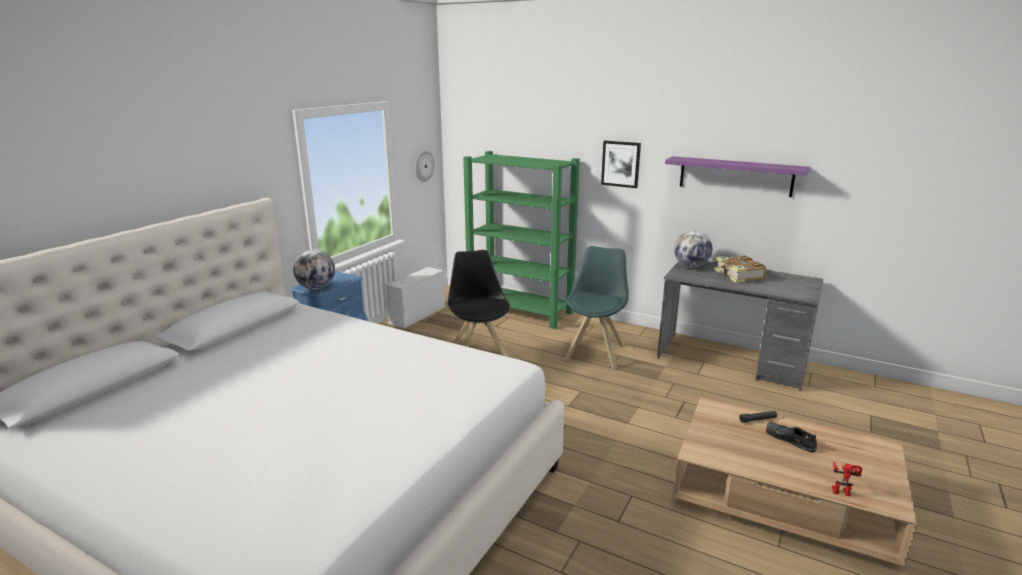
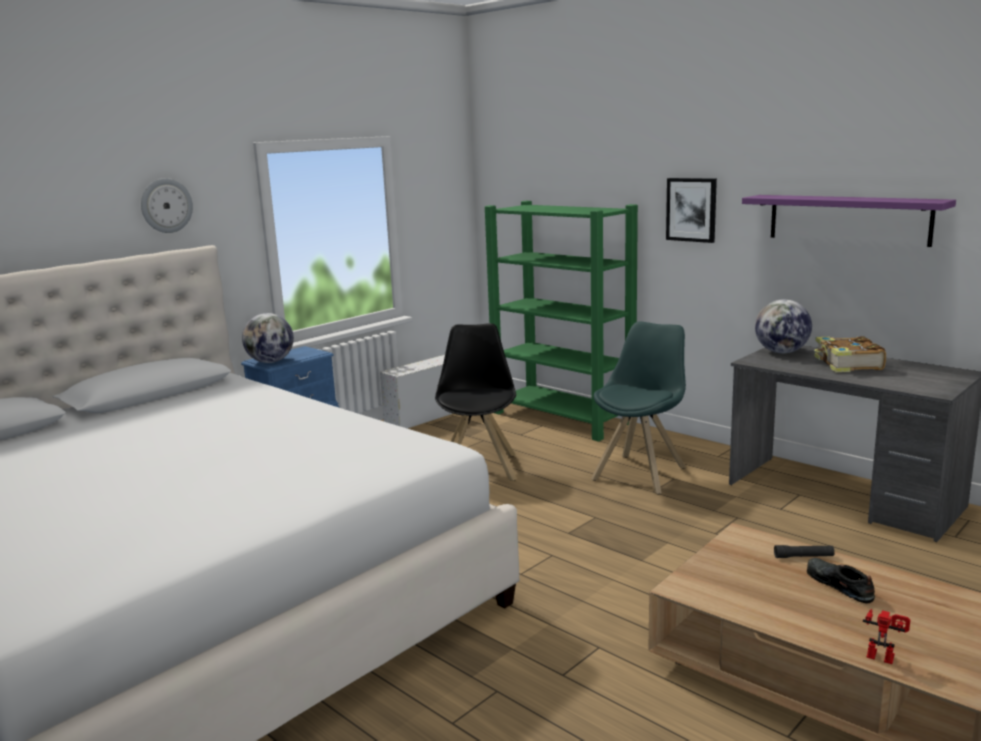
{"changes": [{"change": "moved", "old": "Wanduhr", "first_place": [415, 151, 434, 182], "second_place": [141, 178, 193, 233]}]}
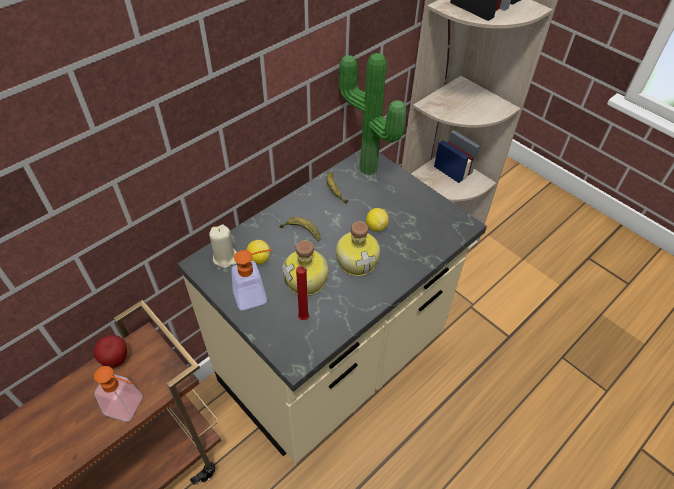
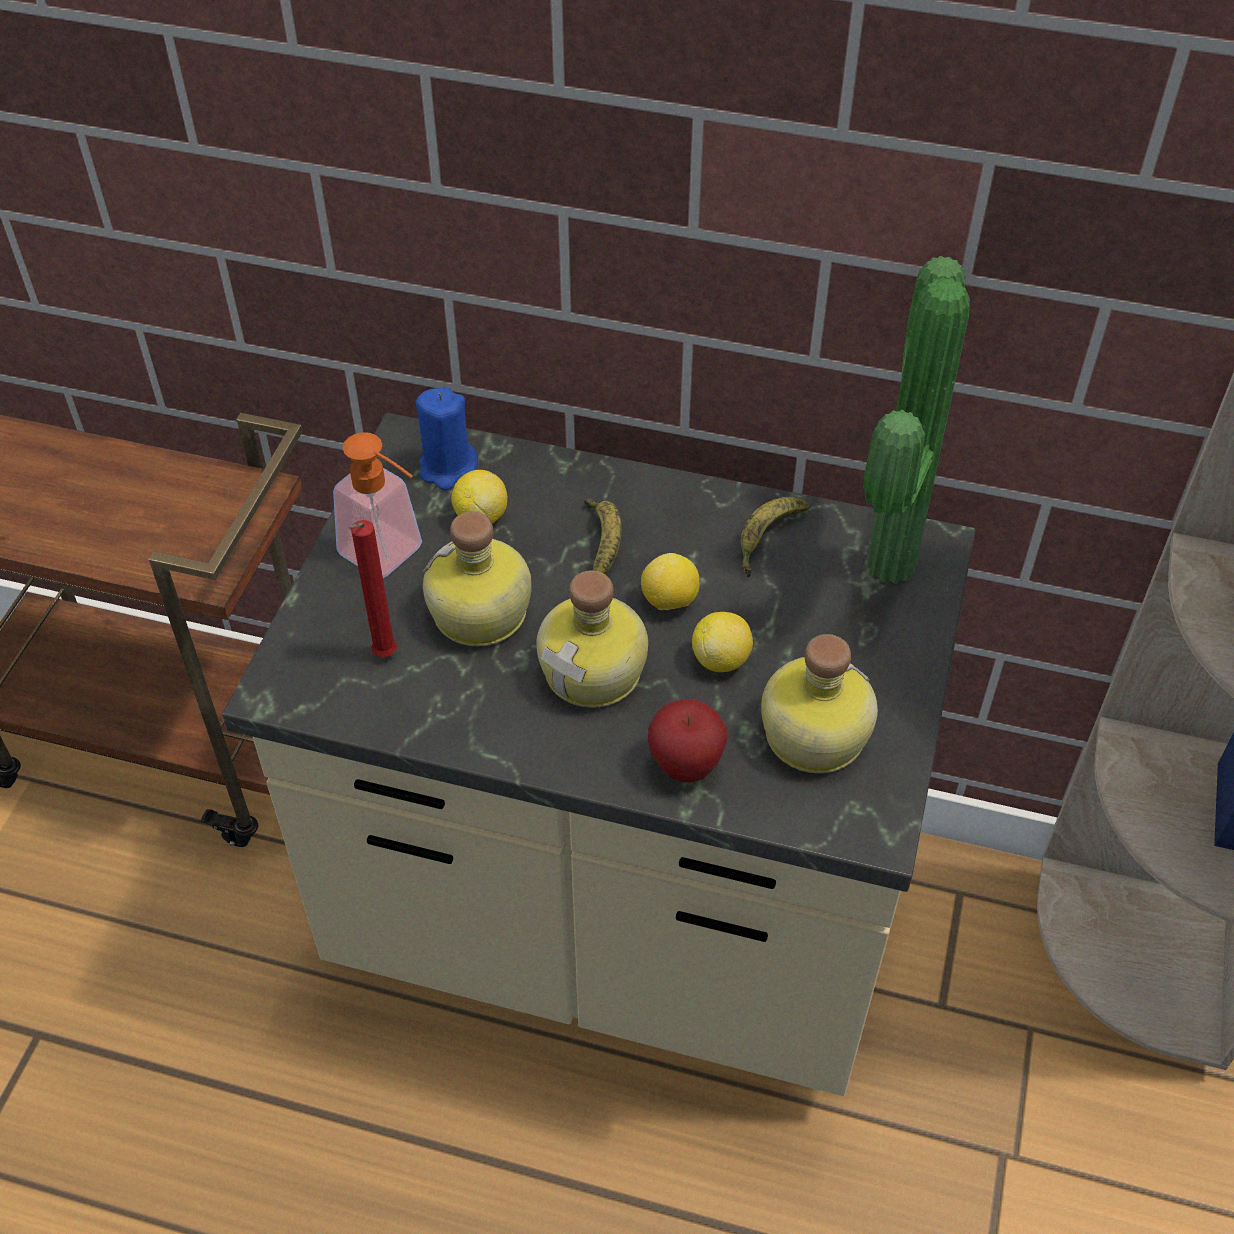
{"changes": [{"change": "recoloured", "old": "Kerze/beige", "new": "Kerze/blau", "first_place": [209, 225, 237, 268], "second_place": [416, 387, 478, 490]}, {"change": "moved", "old": "Apfel", "first_place": [94, 335, 127, 368], "second_place": [648, 699, 727, 783]}, {"change": "removed", "old": "Seifenspender", "first_place": [94, 366, 142, 421]}, {"change": "added", "new": "Zitrone", "second_place": [641, 553, 700, 610]}, {"change": "added", "new": "Flasche", "second_place": [761, 634, 878, 773]}]}
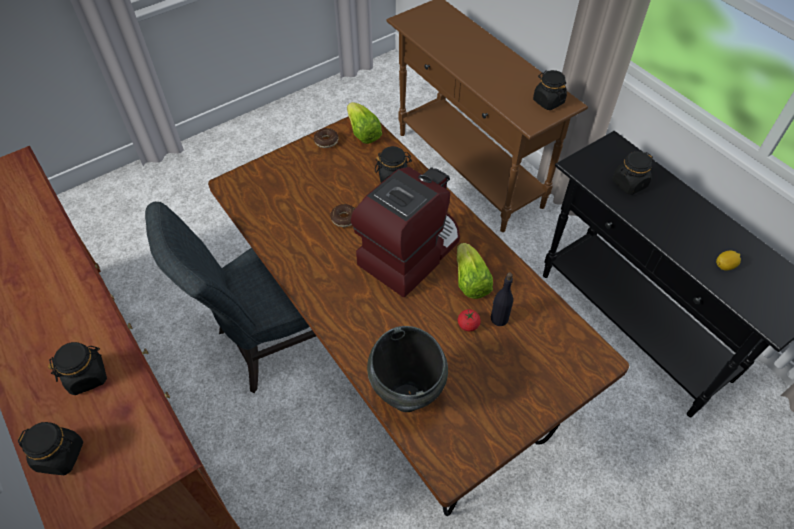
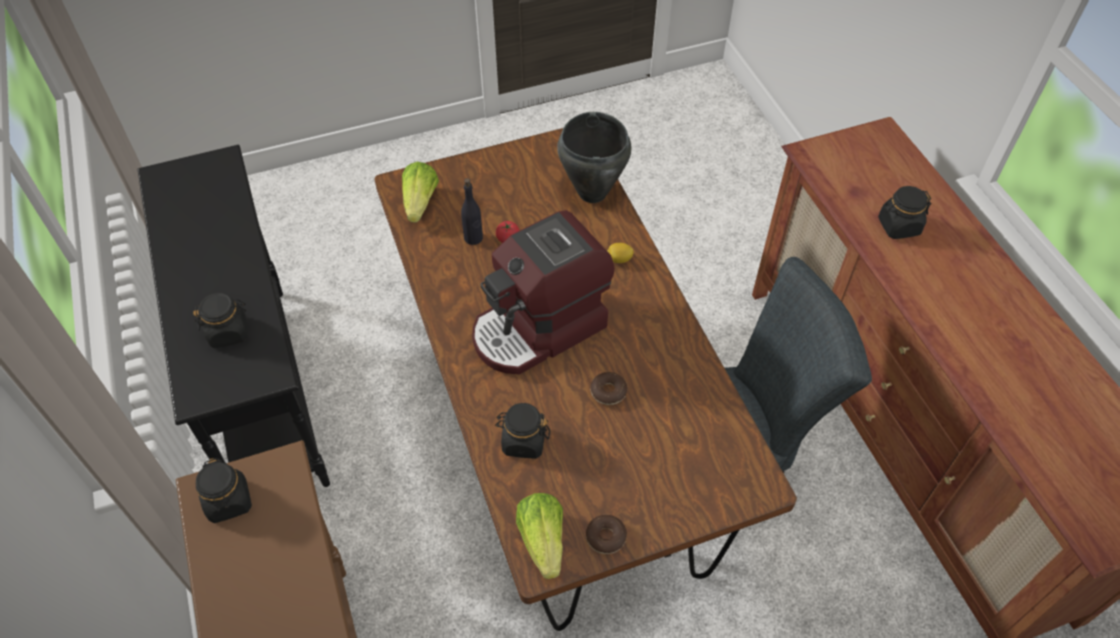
{"changes": [{"change": "moved", "old": "Salatkopf", "first_place": [457, 243, 493, 299], "second_place": [402, 162, 439, 222]}, {"change": "moved", "old": "Zitrone", "first_place": [716, 250, 741, 271], "second_place": [607, 243, 634, 263]}, {"change": "removed", "old": "Vorratsglas/schwarz", "first_place": [18, 422, 83, 475]}]}
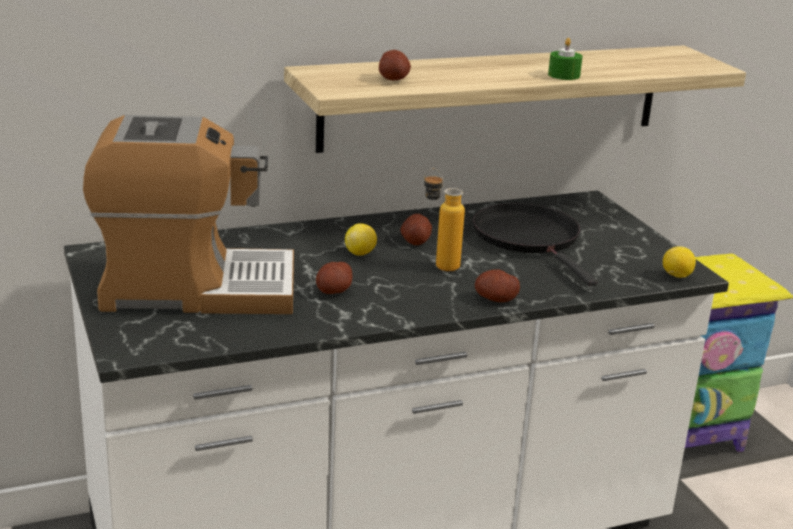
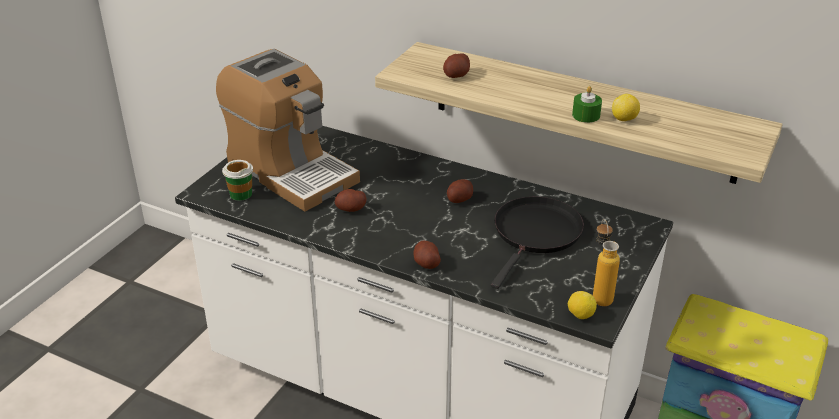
{"changes": [{"change": "moved", "old": "Flasche", "first_place": [424, 169, 465, 271], "second_place": [593, 219, 620, 306]}, {"change": "moved", "old": "Zitrone", "first_place": [345, 223, 377, 256], "second_place": [612, 94, 640, 121]}, {"change": "added", "new": "Tasse", "second_place": [222, 160, 253, 201]}]}
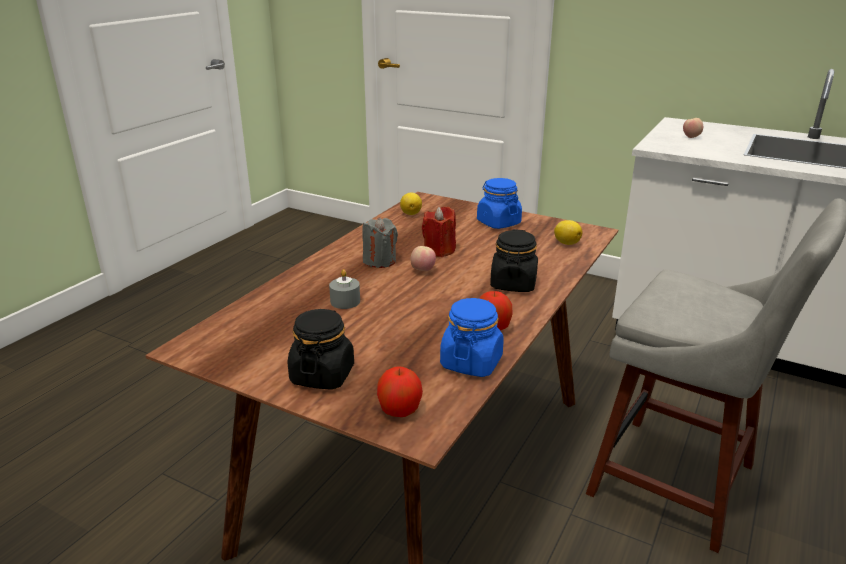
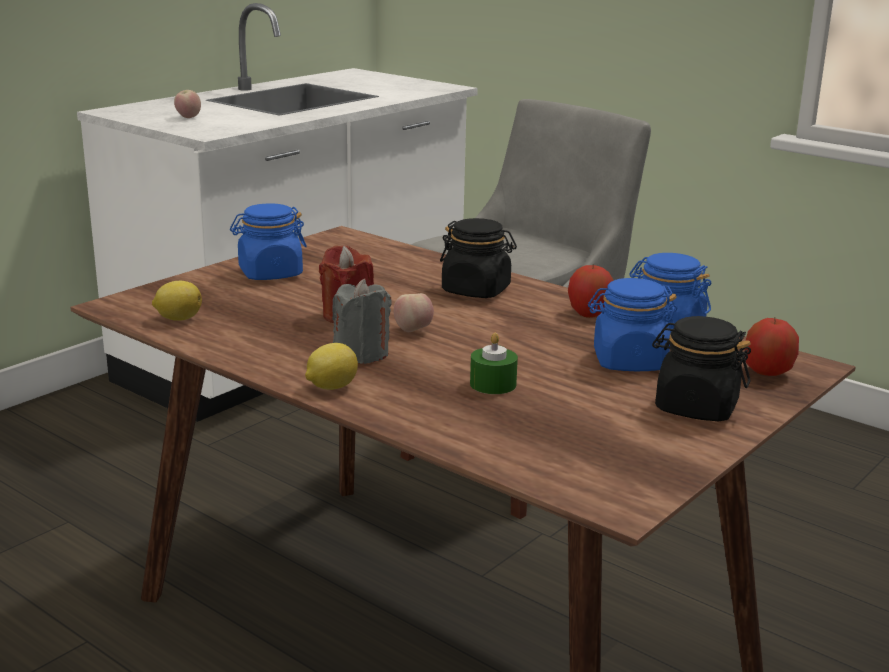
{"changes": [{"change": "moved", "old": "Zitrone", "first_place": [554, 220, 582, 245], "second_place": [305, 343, 358, 390]}, {"change": "recoloured", "old": "Kerze/grau", "new": "Kerze/grün", "first_place": [329, 269, 360, 309], "second_place": [470, 333, 518, 394]}, {"change": "added", "new": "Vorratsglas/blau", "second_place": [588, 278, 677, 371]}]}
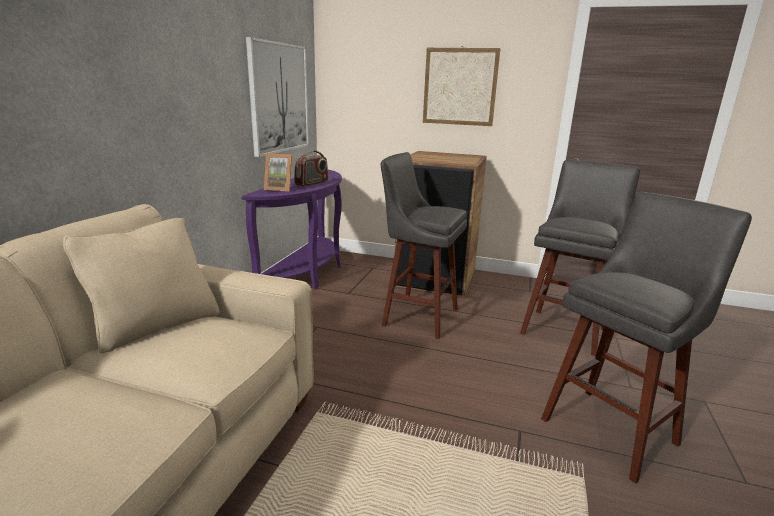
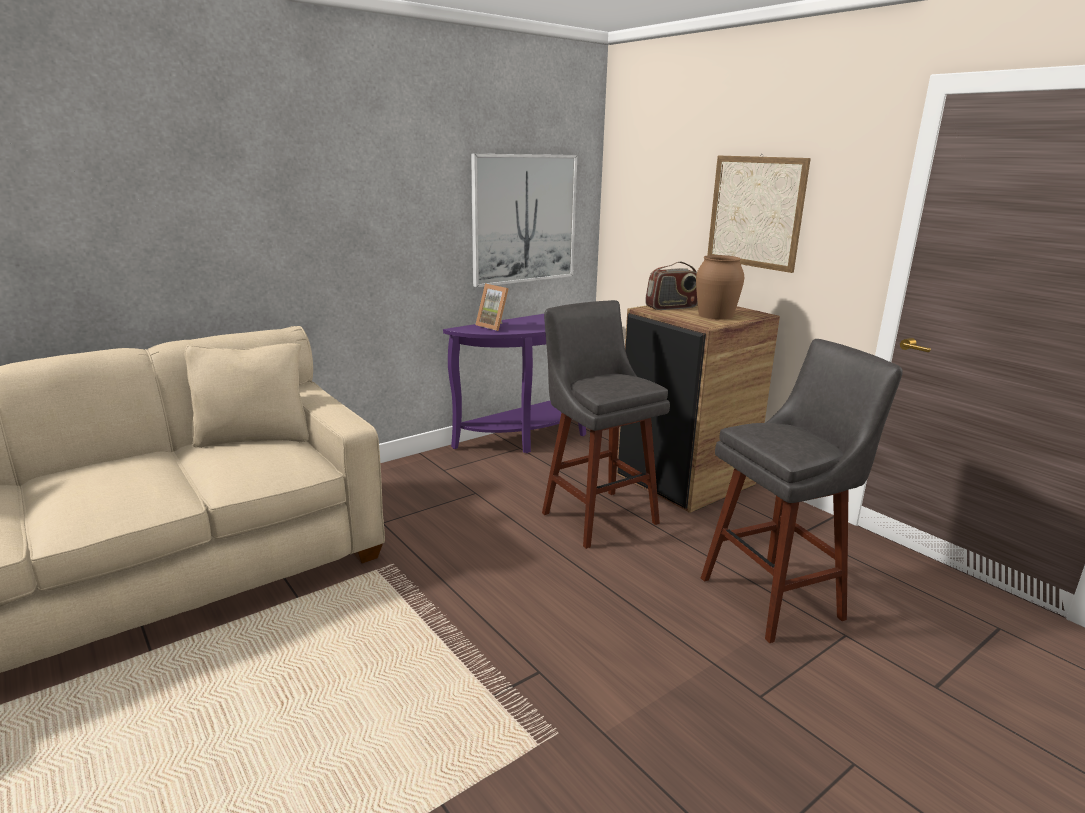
{"changes": [{"change": "moved", "old": "Radio", "first_place": [294, 150, 328, 187], "second_place": [645, 262, 698, 310]}, {"change": "removed", "old": "Hocker/grau", "first_place": [541, 192, 752, 484]}, {"change": "added", "new": "Vase/braun", "second_place": [696, 255, 744, 319]}]}
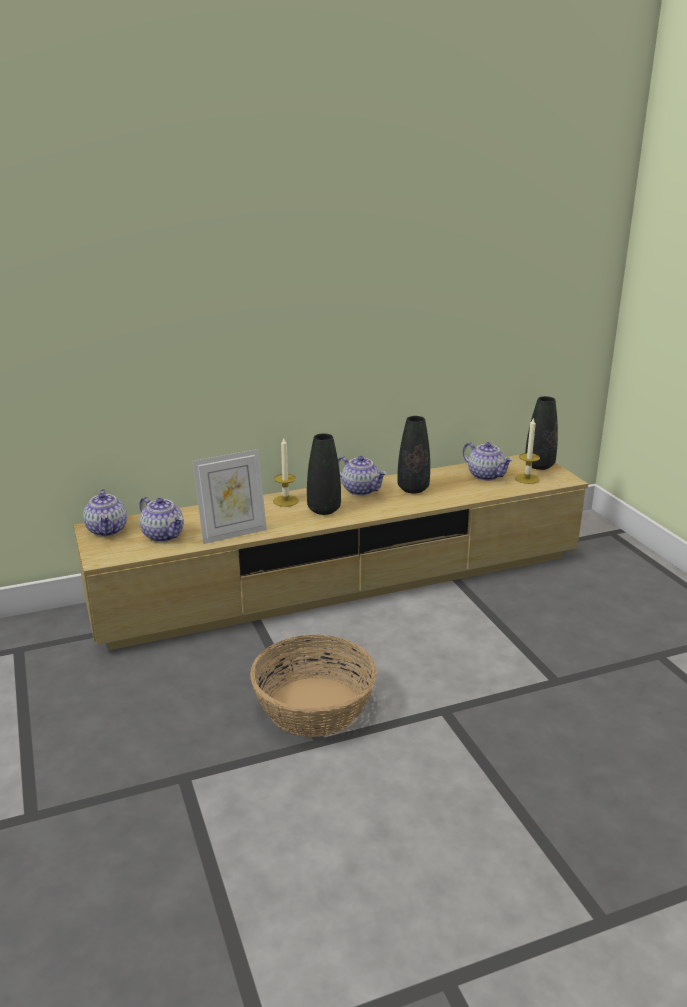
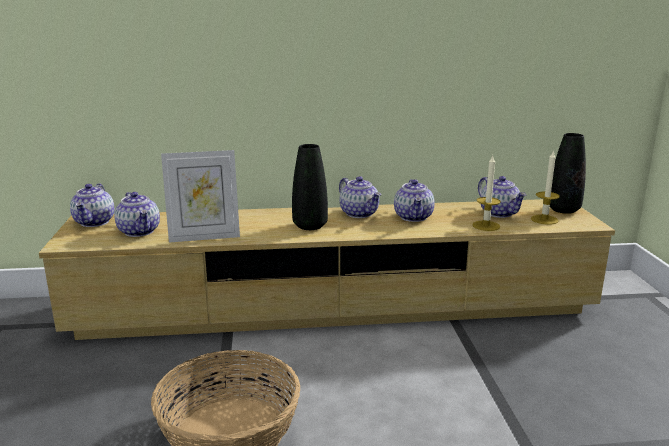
{"changes": [{"change": "replaced", "old": "Vase/schwarz", "new": "Teekanne", "first_place": [397, 416, 430, 494], "second_place": [394, 179, 435, 222]}, {"change": "moved", "old": "Kerze", "first_place": [273, 438, 299, 507], "second_place": [472, 156, 501, 231]}]}
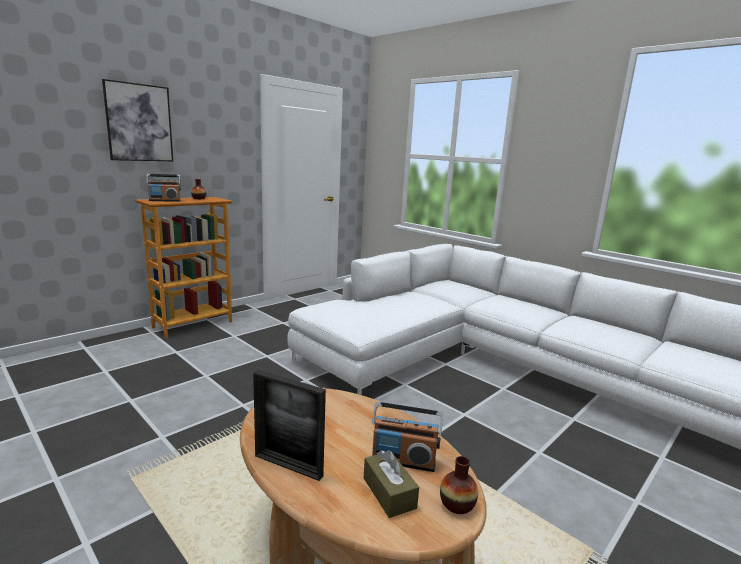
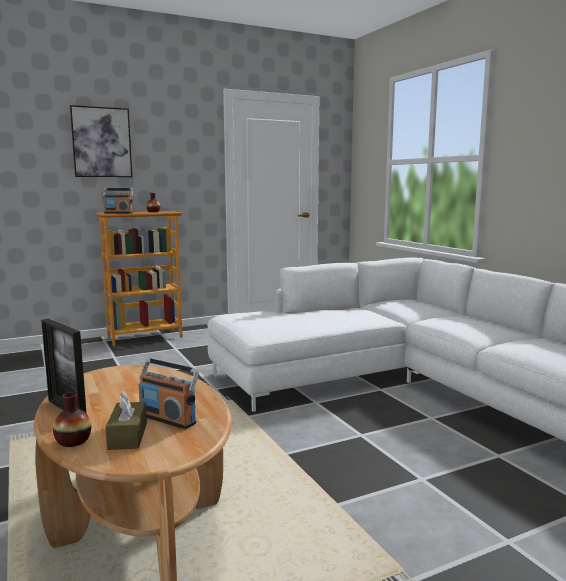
{"changes": [{"change": "moved", "old": "Vase", "first_place": [440, 456, 478, 514], "second_place": [53, 392, 91, 447]}]}
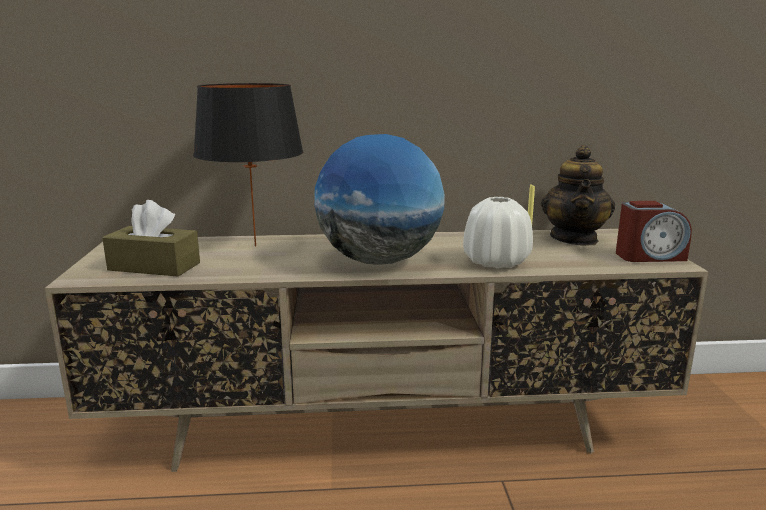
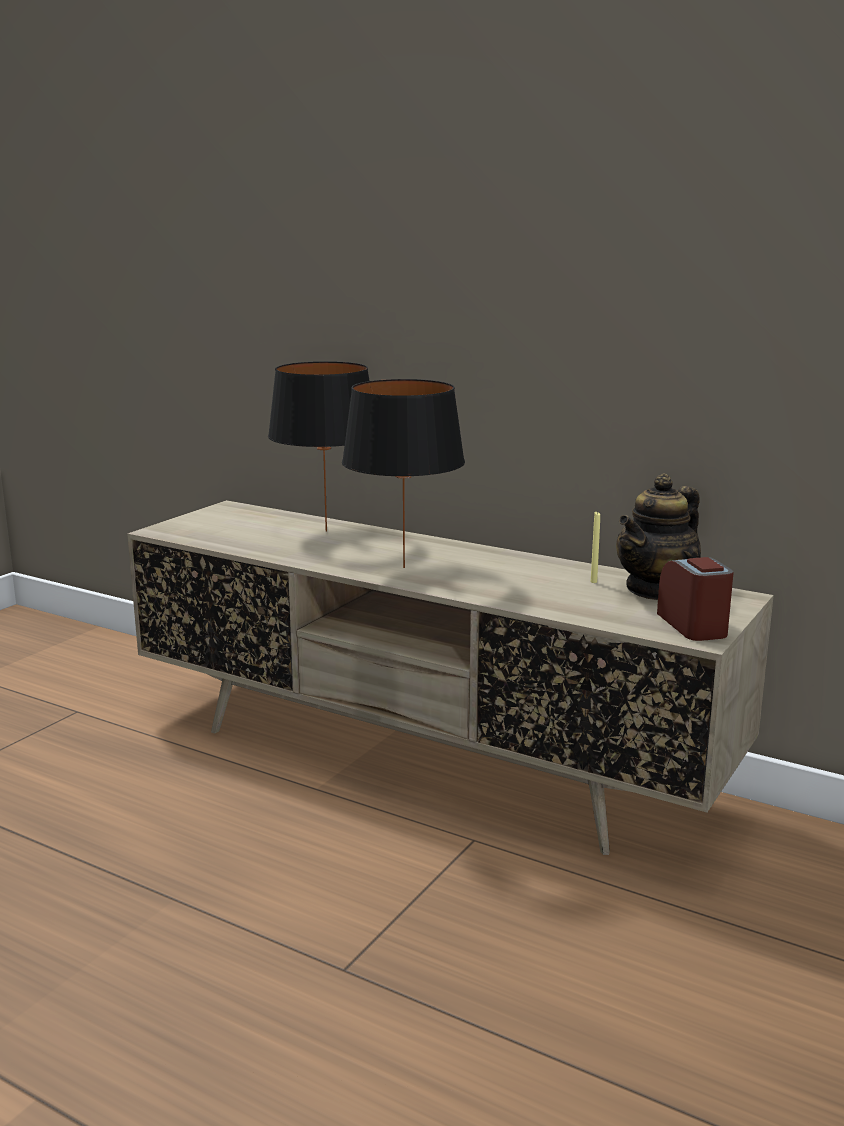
{"changes": [{"change": "replaced", "old": "Globus", "new": "Tischlampe/schwarz", "first_place": [314, 134, 445, 265], "second_place": [342, 379, 465, 568]}, {"change": "removed", "old": "Vase/weiß", "first_place": [463, 197, 533, 269]}, {"change": "removed", "old": "Taschentuchbox/braun", "first_place": [102, 200, 200, 277]}, {"change": "turned", "old": "Wecker", "first_place": [616, 201, 692, 262], "second_place": [657, 557, 734, 641], "degrees": -135}]}
